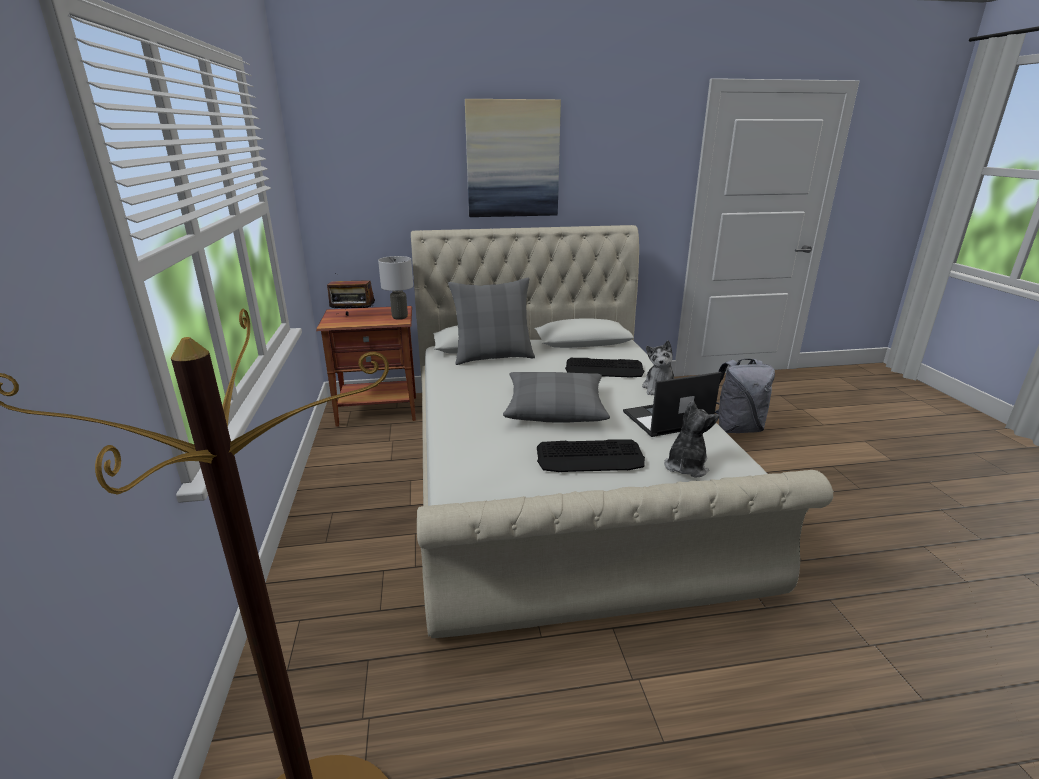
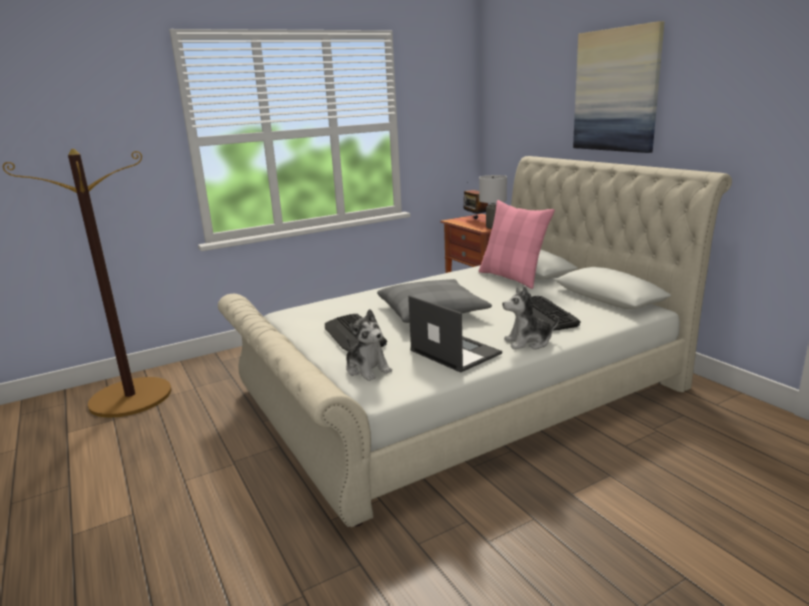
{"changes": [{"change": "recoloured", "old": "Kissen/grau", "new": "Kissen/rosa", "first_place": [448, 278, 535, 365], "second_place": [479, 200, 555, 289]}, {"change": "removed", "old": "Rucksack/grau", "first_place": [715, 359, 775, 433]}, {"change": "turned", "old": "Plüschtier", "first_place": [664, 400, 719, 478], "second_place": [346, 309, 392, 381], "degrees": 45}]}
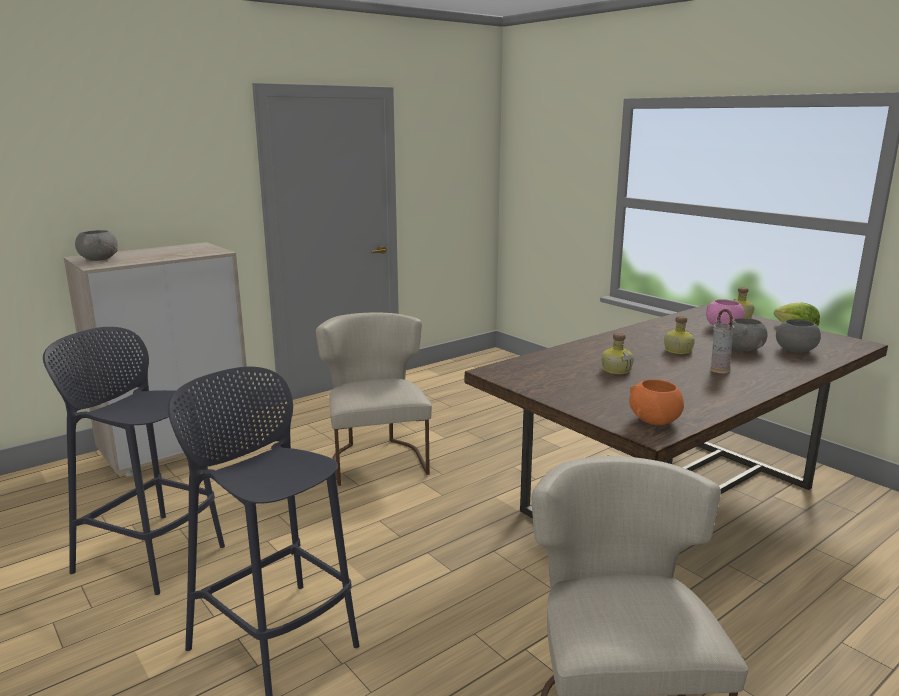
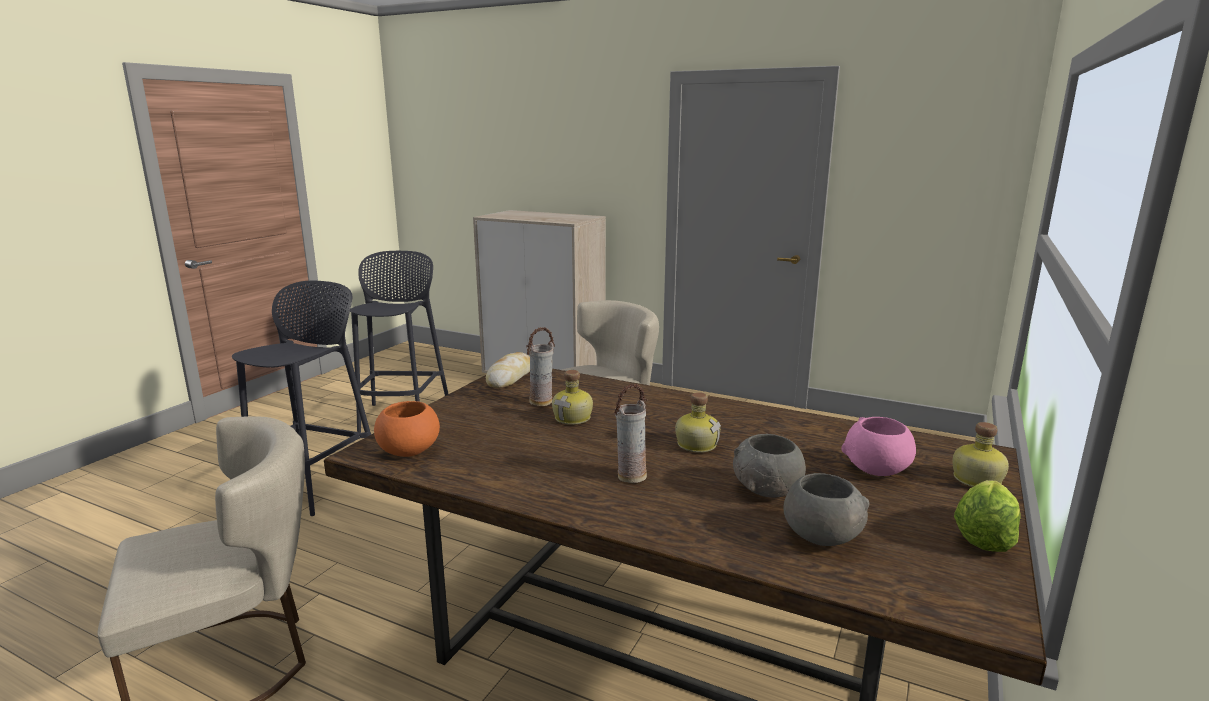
{"changes": [{"change": "removed", "old": "Schüssel/grau", "first_place": [75, 230, 118, 261]}, {"change": "added", "new": "Vase", "second_place": [526, 327, 555, 406]}, {"change": "added", "new": "Brot", "second_place": [486, 352, 530, 388]}]}
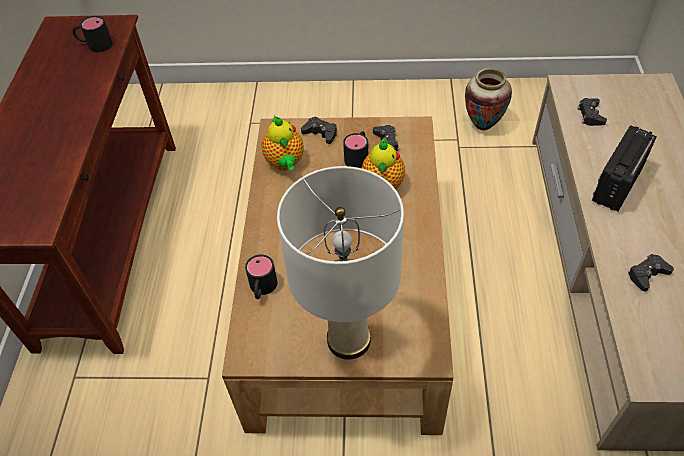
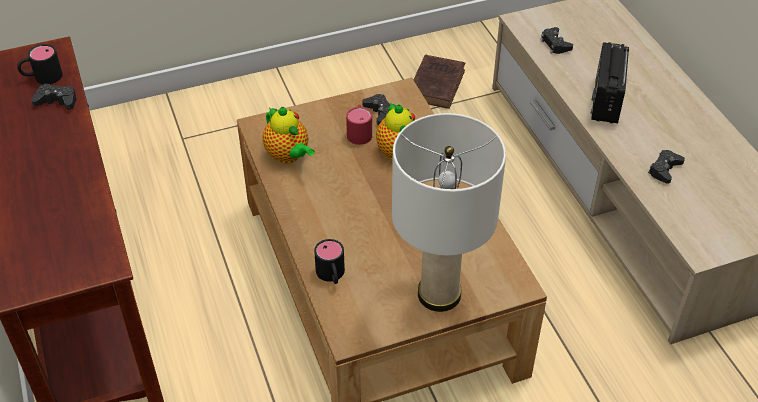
{"changes": [{"change": "replaced", "old": "Vase", "new": "Buch/braun", "first_place": [465, 68, 512, 131], "second_place": [414, 55, 465, 109]}, {"change": "moved", "old": "Gamepad/schwarz", "first_place": [301, 117, 337, 144], "second_place": [31, 84, 77, 110]}, {"change": "recoloured", "old": "Henkelbecher/schwarz", "new": "Henkelbecher/rot", "first_place": [343, 131, 368, 168], "second_place": [346, 105, 372, 145]}]}
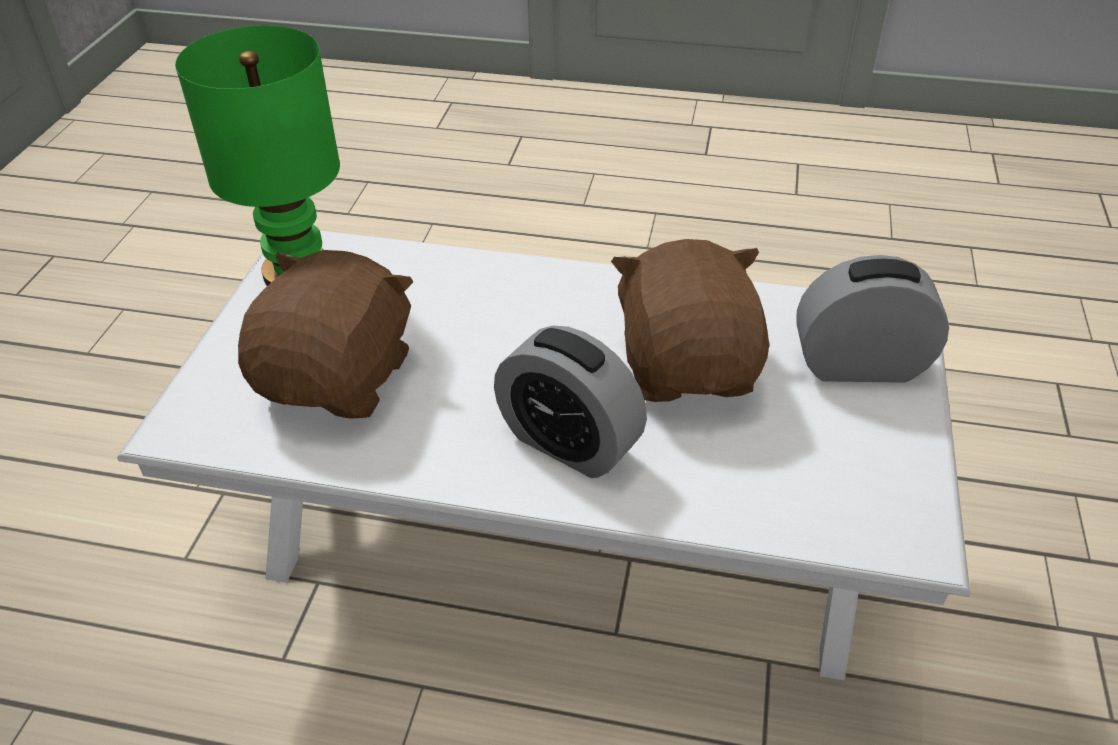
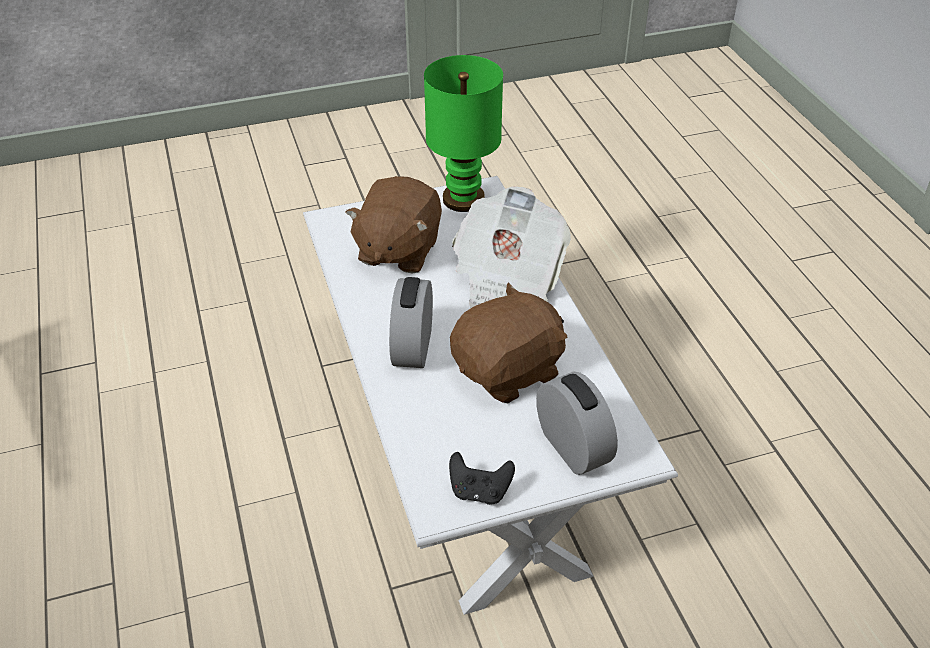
{"changes": [{"change": "turned", "old": "Plüschtier/braun", "first_place": [238, 250, 413, 419], "second_place": [345, 176, 442, 274], "degrees": 120}, {"change": "added", "new": "Zeitung", "second_place": [452, 186, 571, 308]}, {"change": "added", "new": "Gamepad/schwarz", "second_place": [449, 452, 515, 505]}]}
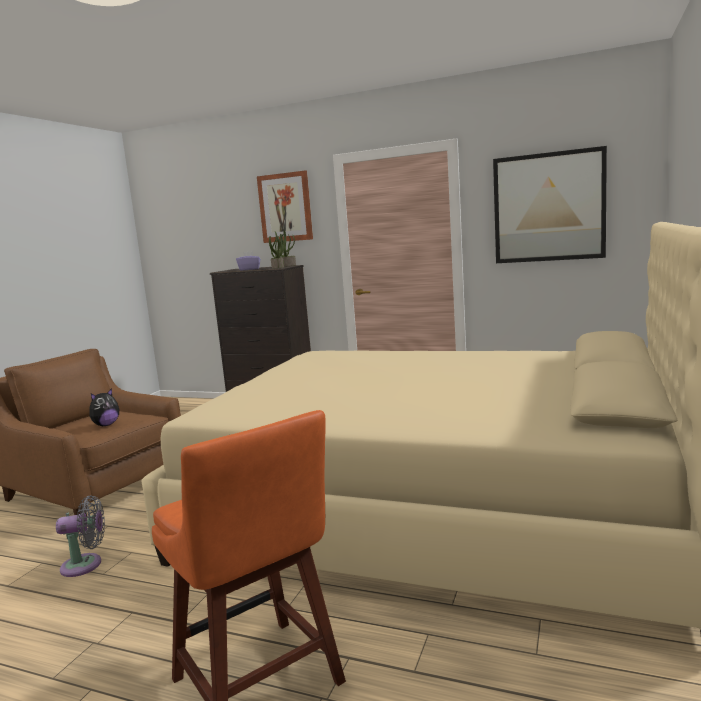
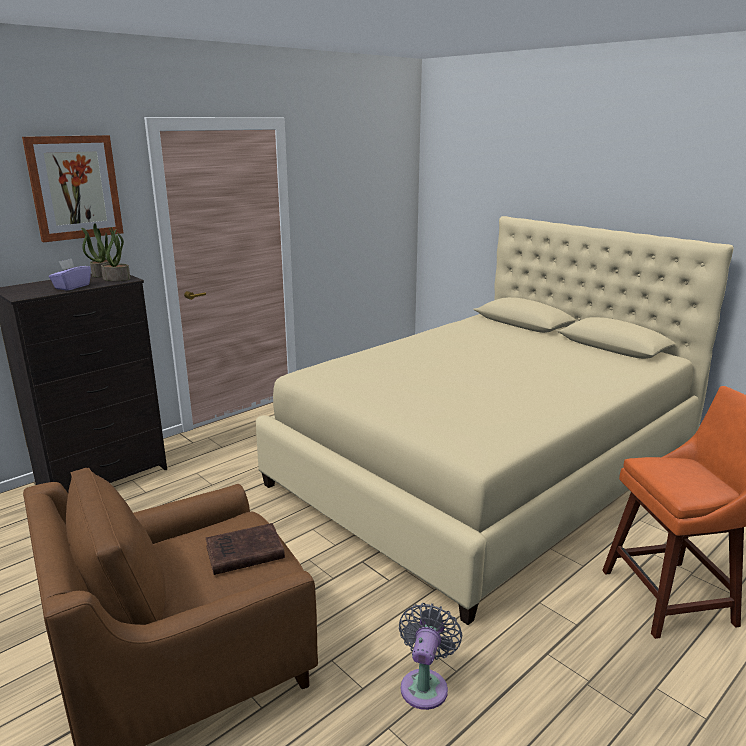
{"changes": [{"change": "removed", "old": "Bild", "first_place": [493, 146, 607, 263]}, {"change": "replaced", "old": "Plüschtier", "new": "Buch/braun", "first_place": [89, 388, 119, 426], "second_place": [206, 523, 285, 575]}]}
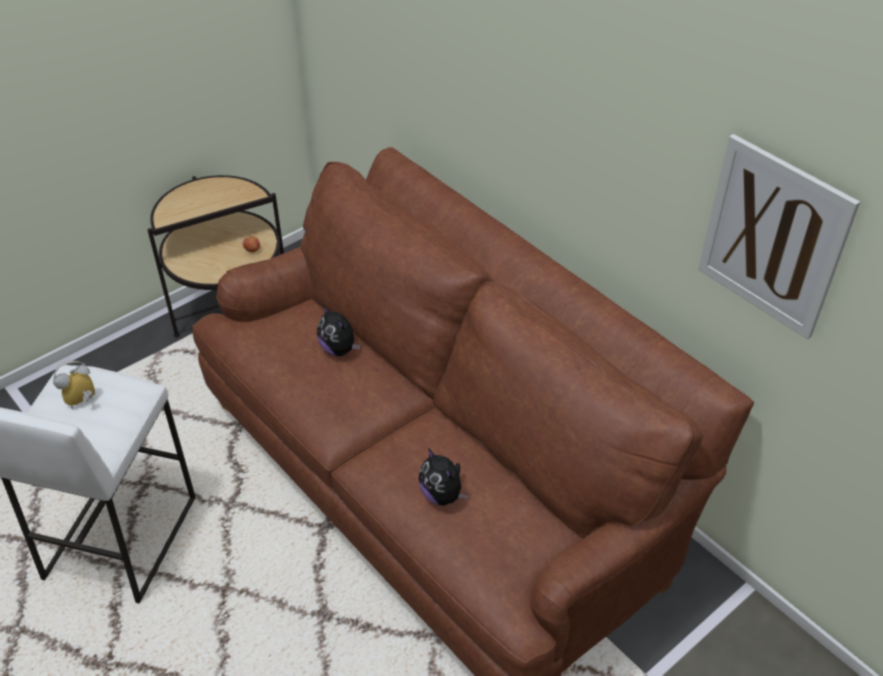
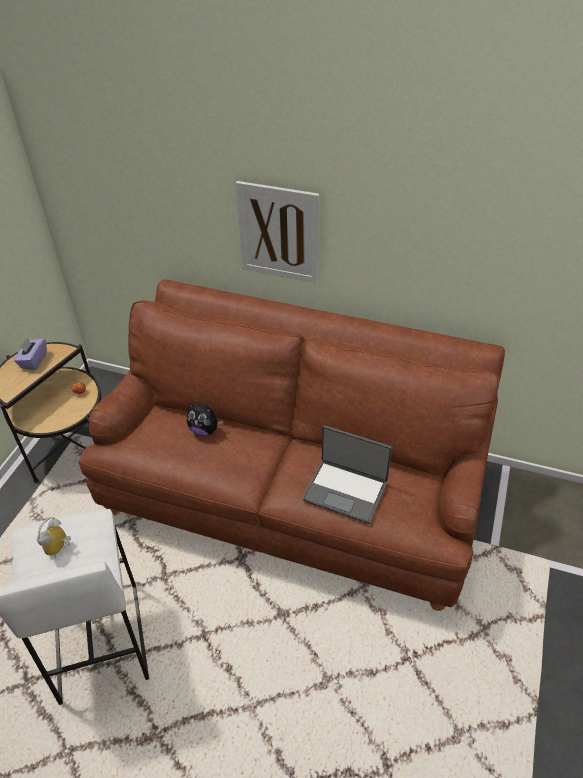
{"changes": [{"change": "moved", "old": "Bild", "first_place": [698, 134, 860, 340], "second_place": [236, 181, 319, 283]}, {"change": "replaced", "old": "Plüschtier", "new": "Laptop", "first_place": [419, 448, 468, 505], "second_place": [302, 425, 392, 524]}, {"change": "added", "new": "Taschentuchbox/lila", "second_place": [14, 337, 47, 370]}]}
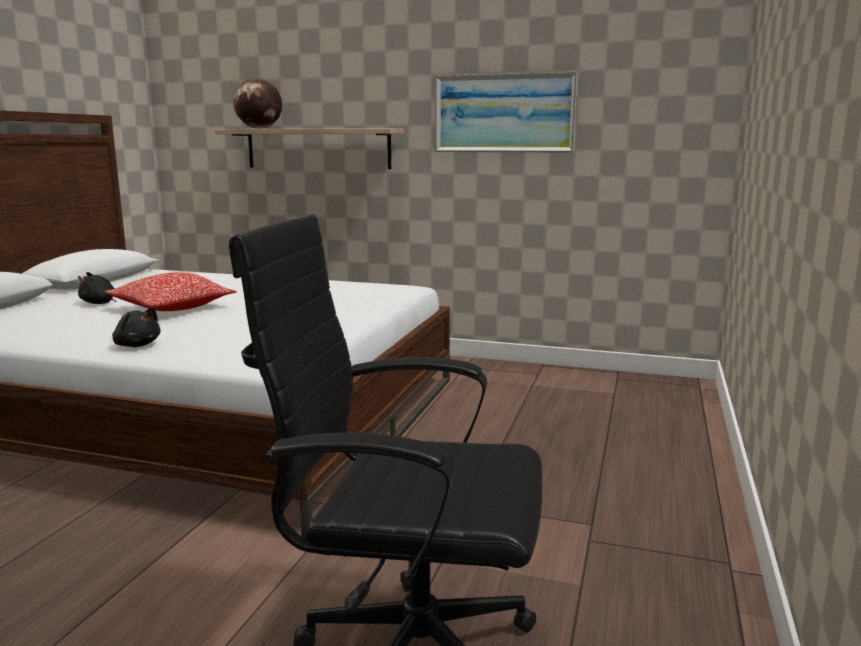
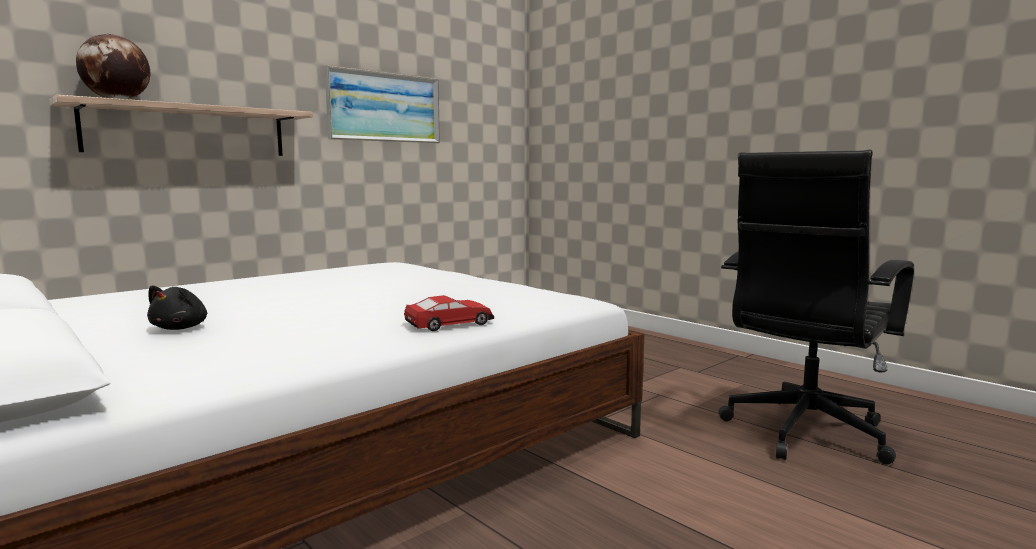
{"changes": [{"change": "removed", "old": "Kissen", "first_place": [104, 272, 236, 311]}, {"change": "replaced", "old": "Plüschtier/schwarz", "new": "Spielzeugauto", "first_place": [112, 308, 160, 347], "second_place": [404, 295, 494, 331]}]}
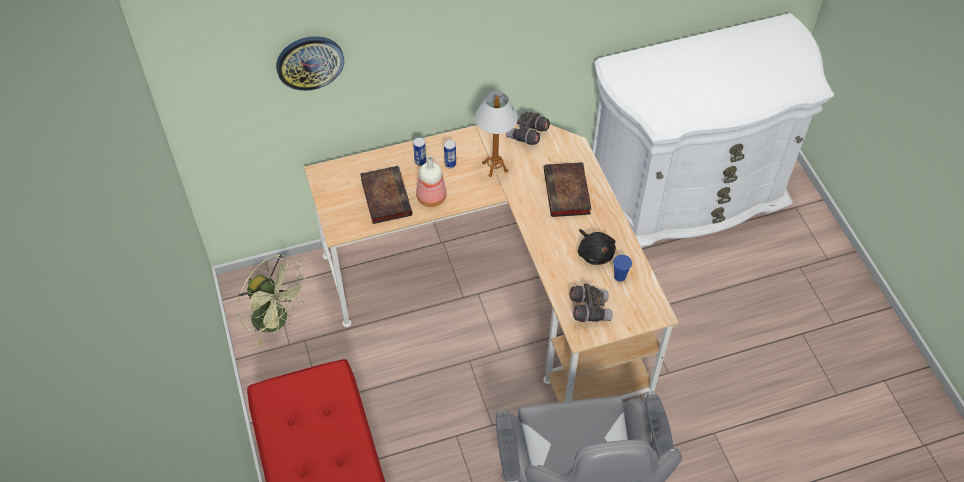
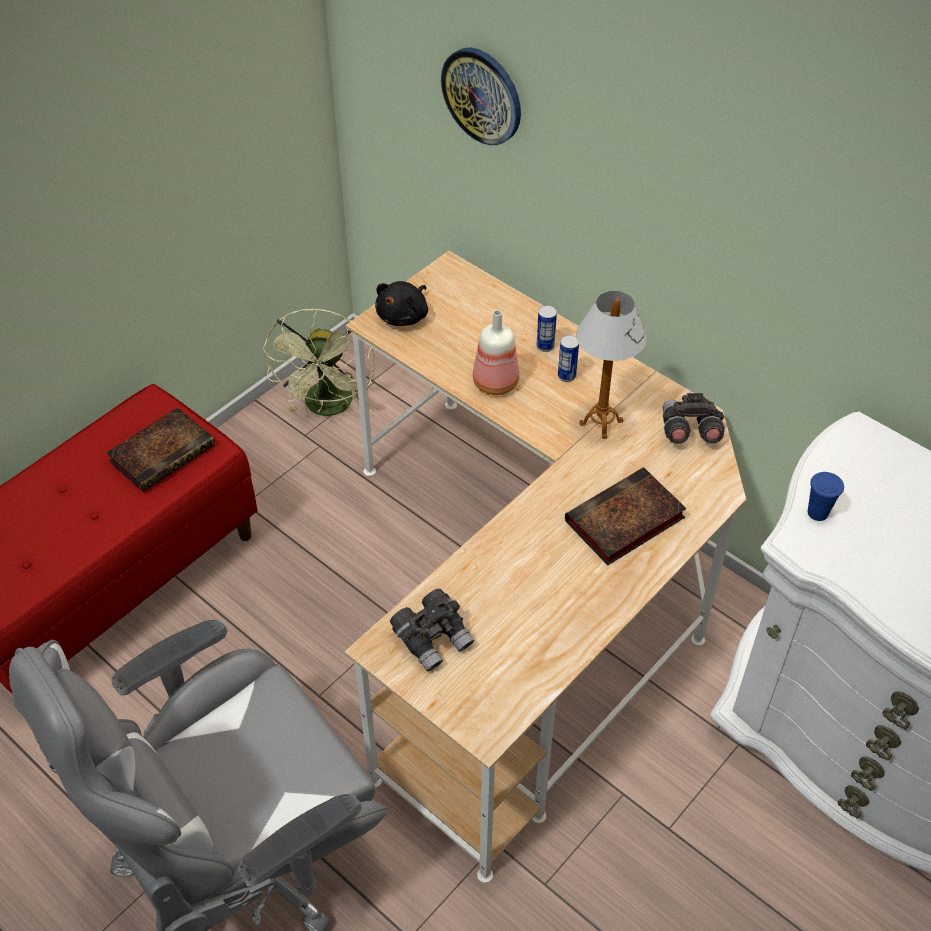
{"changes": [{"change": "moved", "old": "Buch", "first_place": [360, 166, 412, 224], "second_place": [106, 408, 215, 492]}, {"change": "moved", "old": "Plüschtier/schwarz", "first_place": [578, 229, 616, 265], "second_place": [375, 281, 428, 326]}, {"change": "moved", "old": "Tasse/blau", "first_place": [613, 255, 632, 282], "second_place": [808, 472, 844, 521]}]}
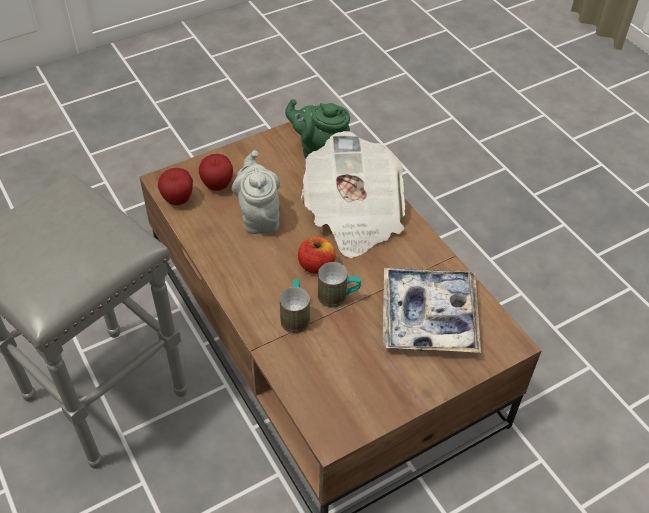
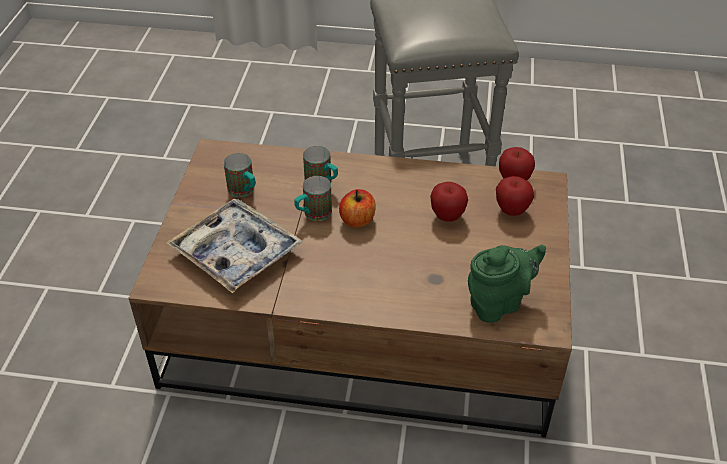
{"changes": [{"change": "removed", "old": "Zeitung", "first_place": [301, 131, 405, 258]}, {"change": "replaced", "old": "Teekanne/grau", "new": "Apfel", "first_place": [232, 151, 280, 234], "second_place": [430, 182, 468, 222]}, {"change": "added", "new": "Henkelbecher", "second_place": [224, 153, 256, 197]}]}
